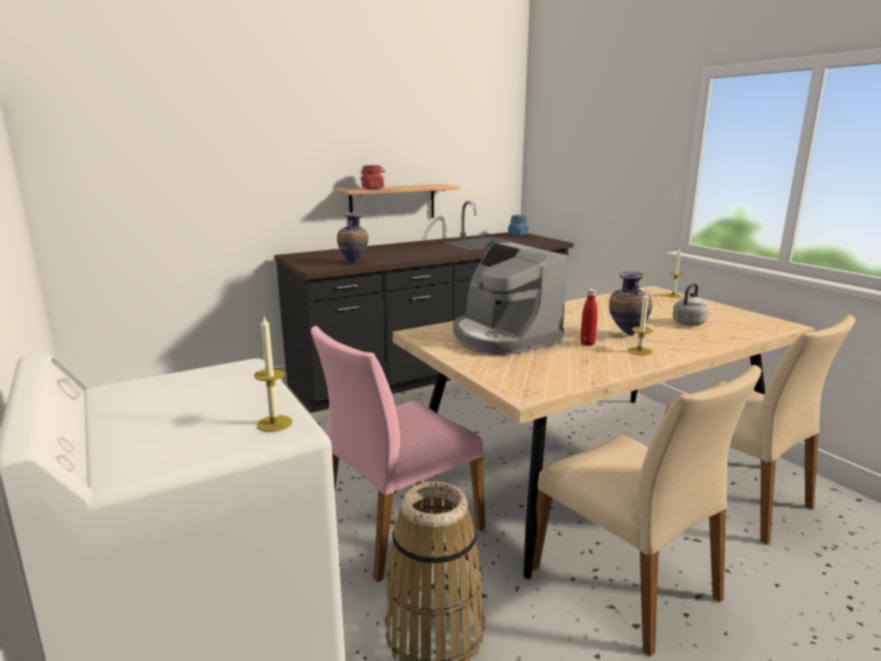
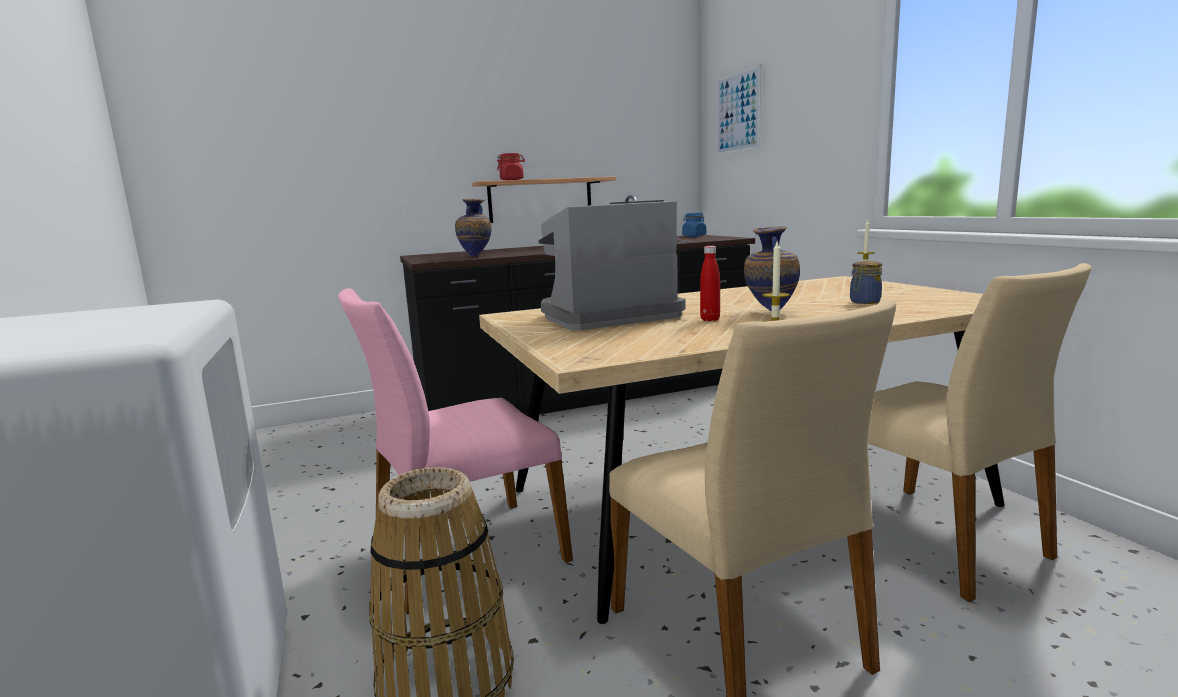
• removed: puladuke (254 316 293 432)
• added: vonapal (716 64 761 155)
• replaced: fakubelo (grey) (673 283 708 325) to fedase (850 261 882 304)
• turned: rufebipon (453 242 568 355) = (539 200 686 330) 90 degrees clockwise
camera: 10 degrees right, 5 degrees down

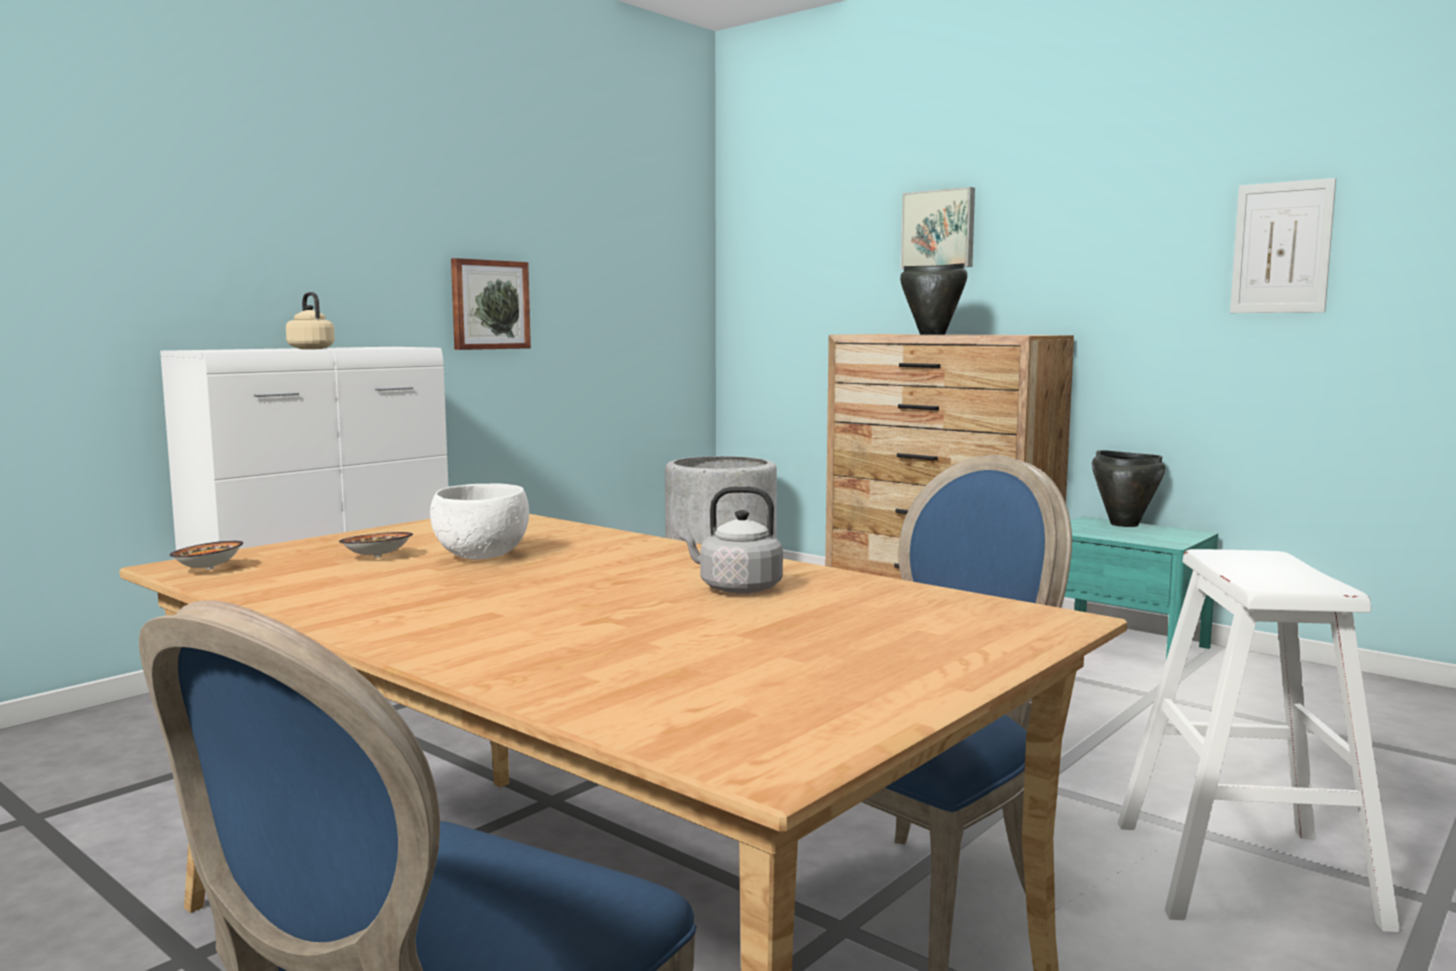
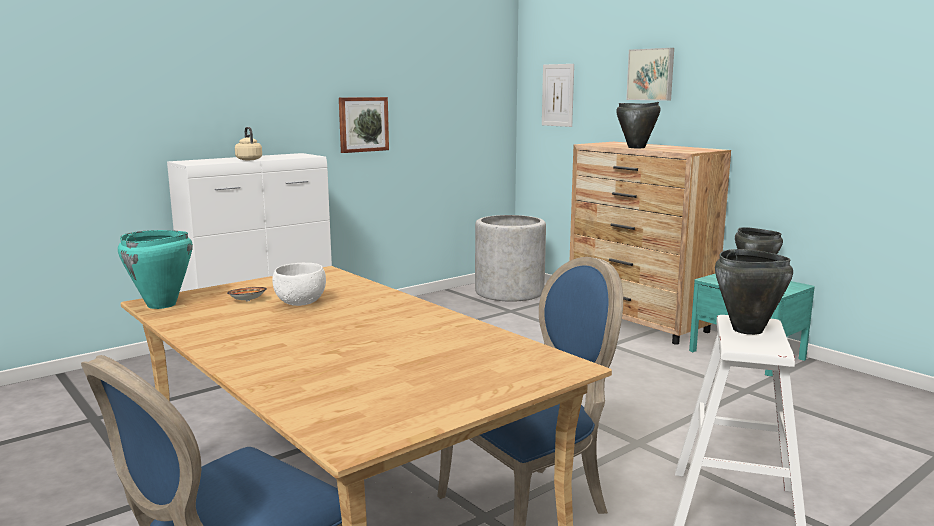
• removed: fakubelo (grey) (679 486 783 594)
• added: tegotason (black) (715 249 793 335)
• moved: vonapal (1230 178 1336 313) to (542 64 574 127)
• replaced: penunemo (170 541 243 570) to tegotason (turquoise) (118 230 193 309)
camera: 10 degrees right, 5 degrees up

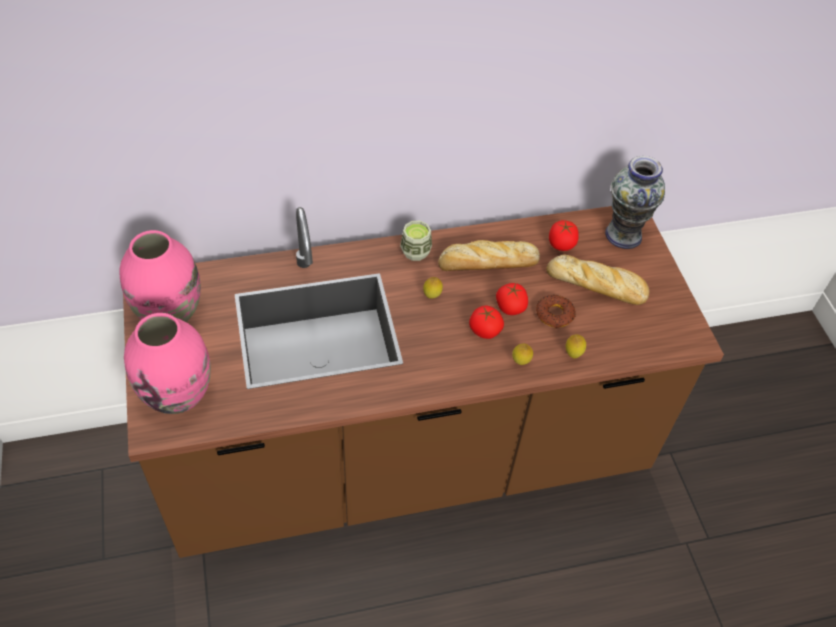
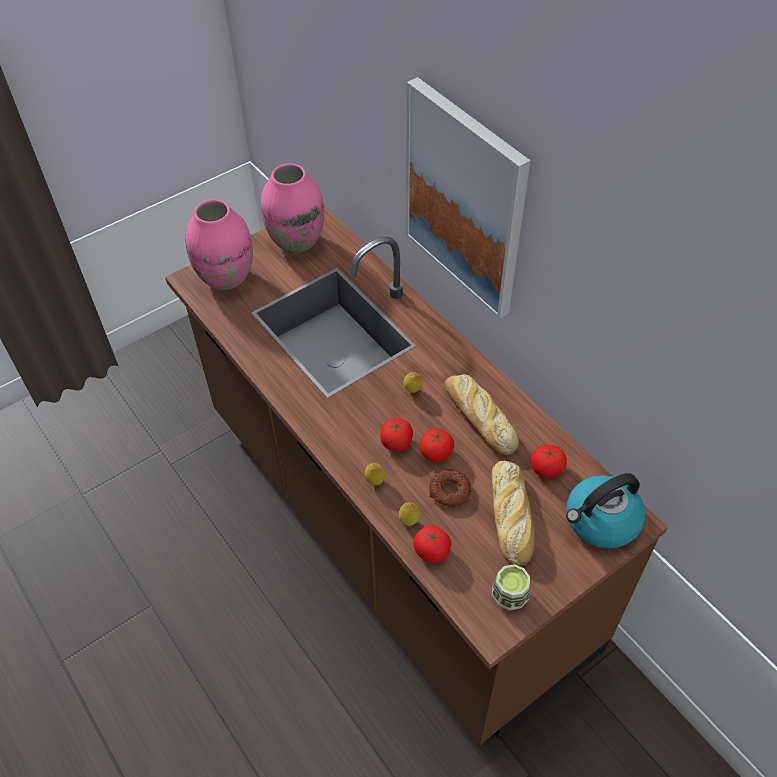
• added: vonapal (406 77 530 319)
• added: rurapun (413 525 451 563)
• moved: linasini (400 221 432 261) to (492 564 530 610)
• replaced: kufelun (605 156 665 249) to fakubelo (566 473 645 548)
camera: 70 degrees right, 0 degrees up

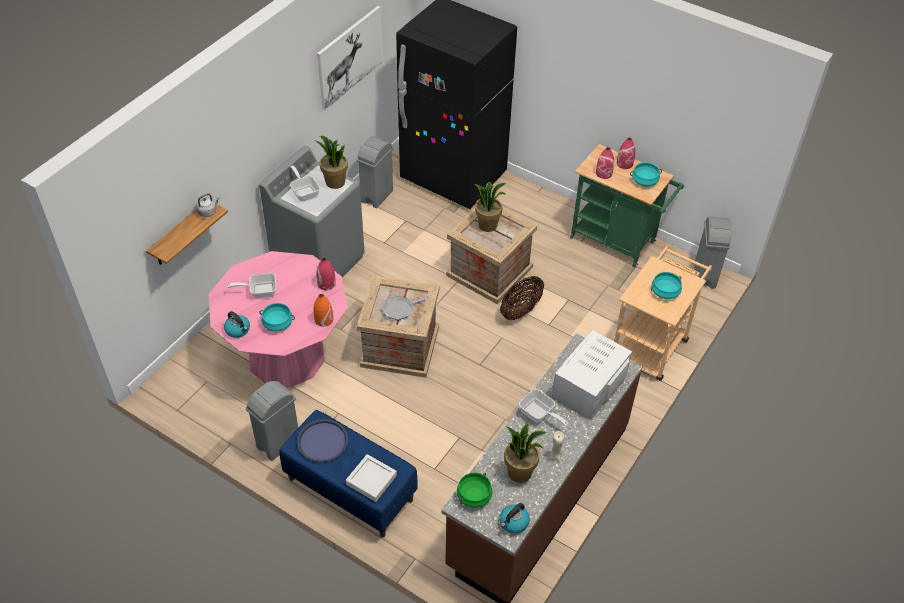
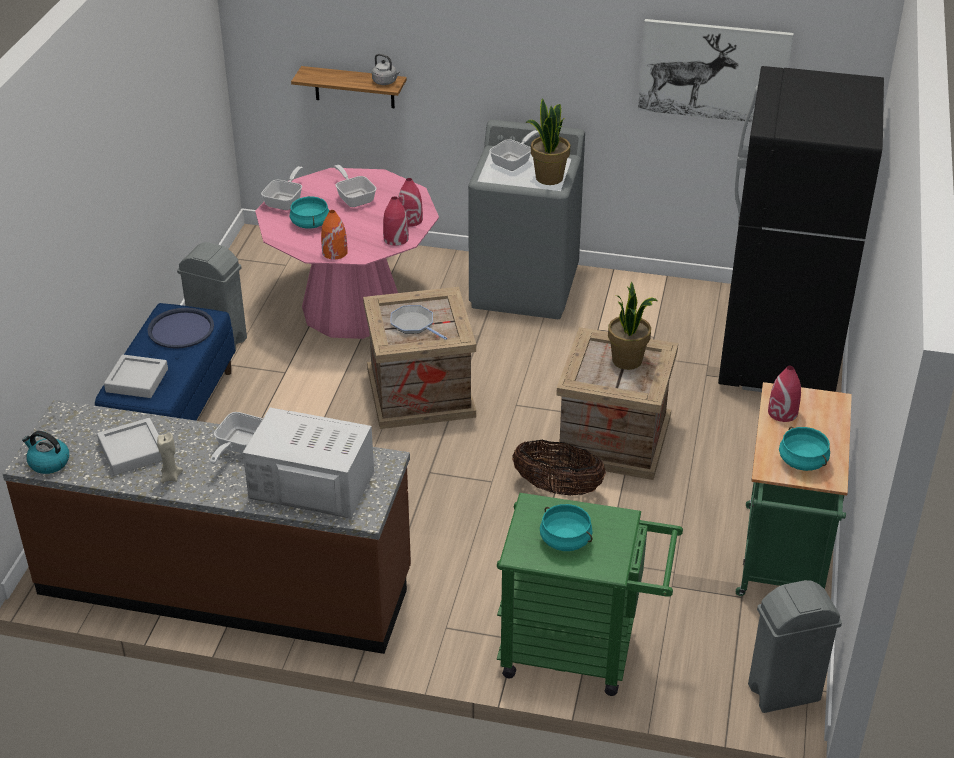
• removed: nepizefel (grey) (357 136 393 208)
• removed: tegotason (green) (457 473 493 508)
• moved: kufelun (red) (617 138 635 169) to (398 178 423 227)
• replaced: fakubelo (224 311 250 338) to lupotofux (261 166 303 210)
• replaced: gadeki (504 423 547 483) to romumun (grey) (97 418 162 475)
• recoloured: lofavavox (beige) (614 246 712 381) to lofavavox (green) (497 493 683 696)
camera: 70 degrees right, 10 degrees down

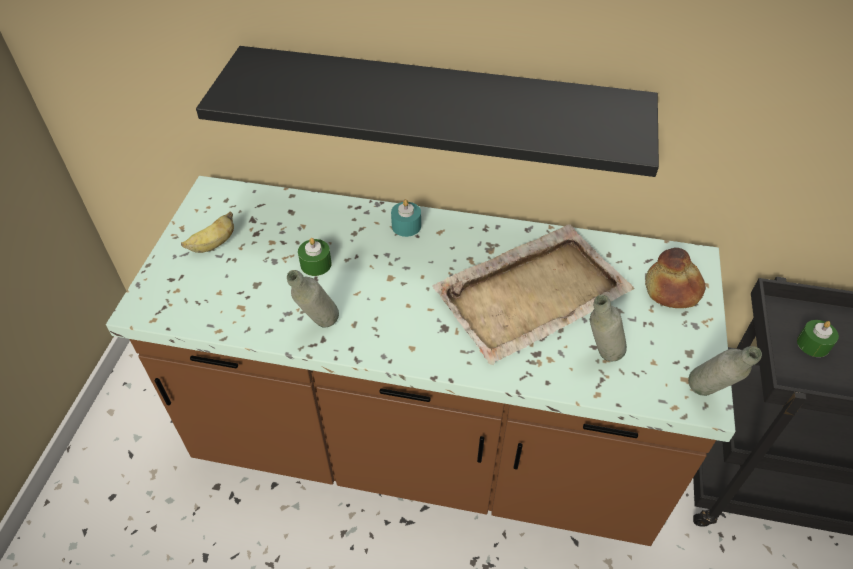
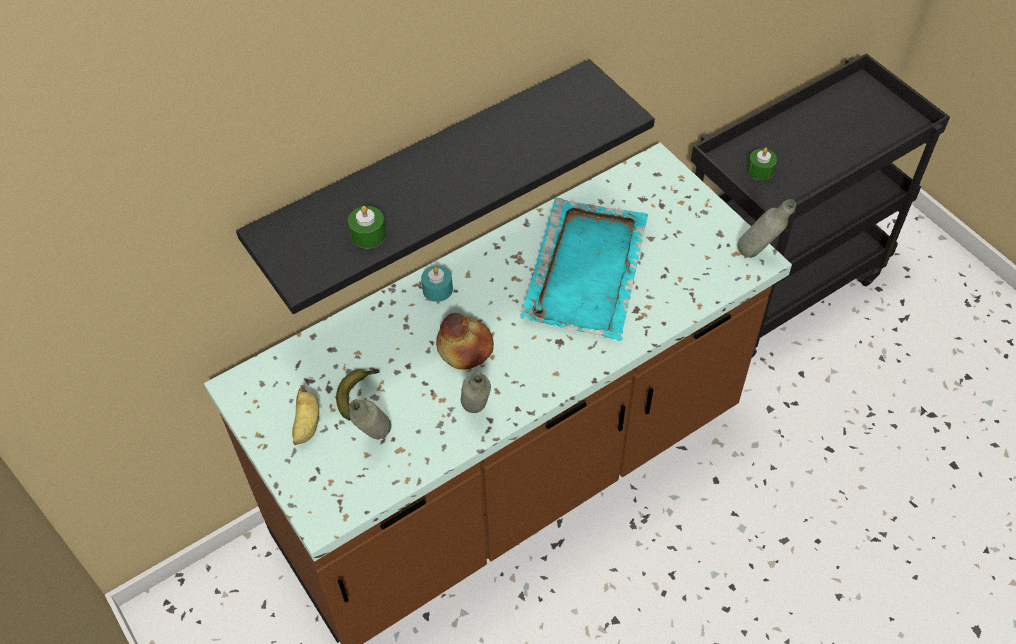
• added: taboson (336 369 380 420)
• moved: puladuke (green) (298 238 332 276) to (348 206 386 248)
• moved: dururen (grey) (590 295 627 361) to (349 399 391 440)
• moved: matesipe (645 248 705 308) to (436 313 494 370)
• recoloured: romumun (beige) (432 224 635 365) to romumun (turquoise) (521 198 648 341)
camera: 45 degrees left, 5 degrees up

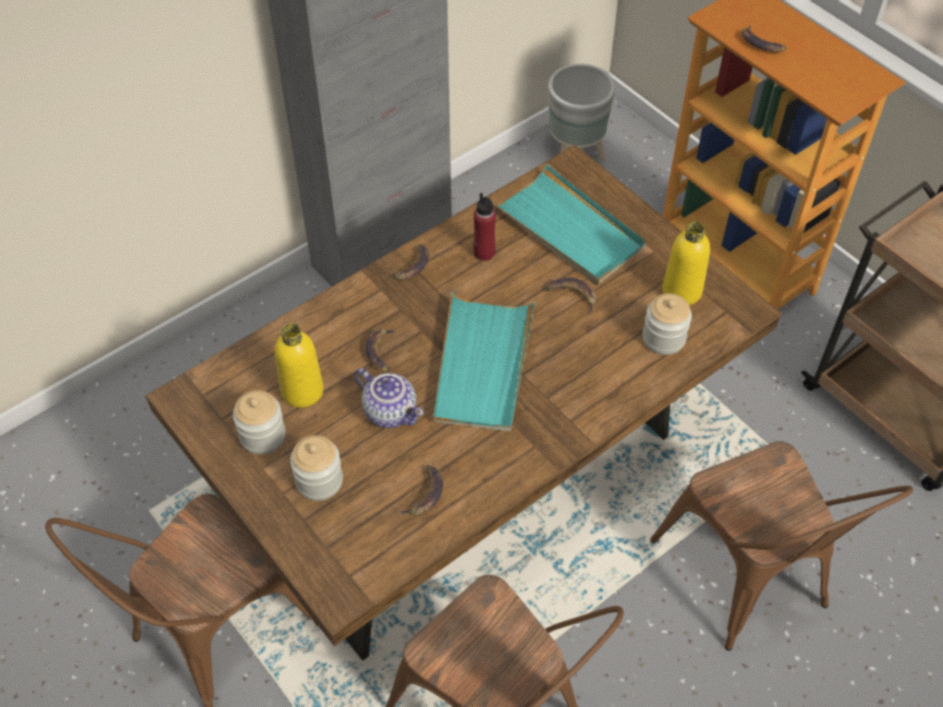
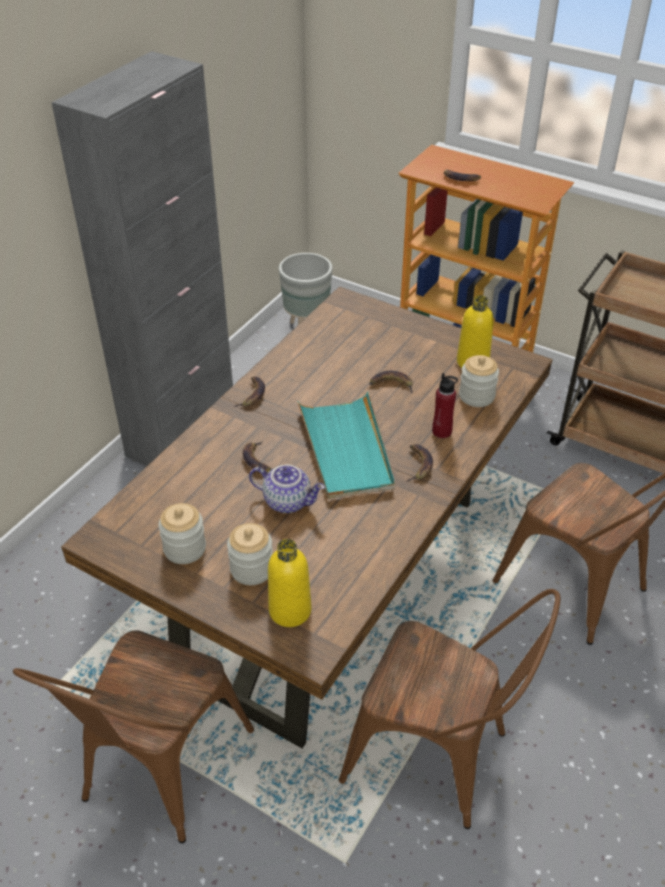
• removed: romumun (turquoise) (493 164 647 285)
• moved: dururen (yellow) (275 323 324 408) to (268 539 311 627)
• moved: taboson (398 465 443 515) to (407 444 433 482)
• moved: dururen (red) (473 192 496 261) to (432 373 458 438)
camera: 20 degrees left, 10 degrees down

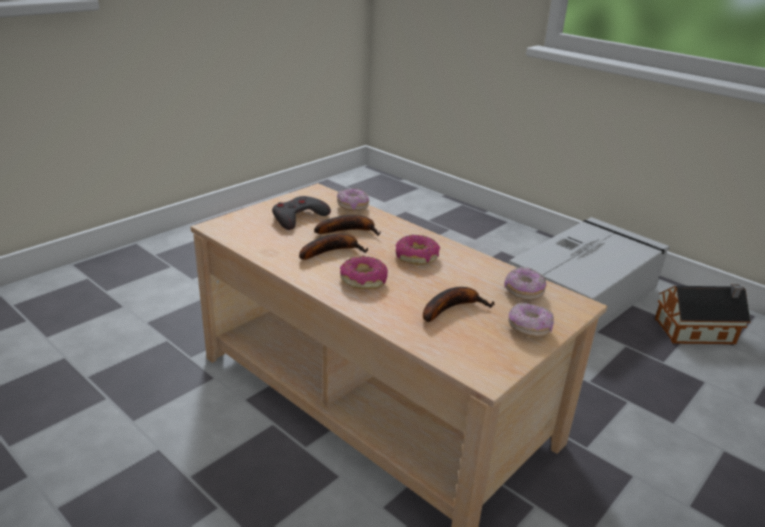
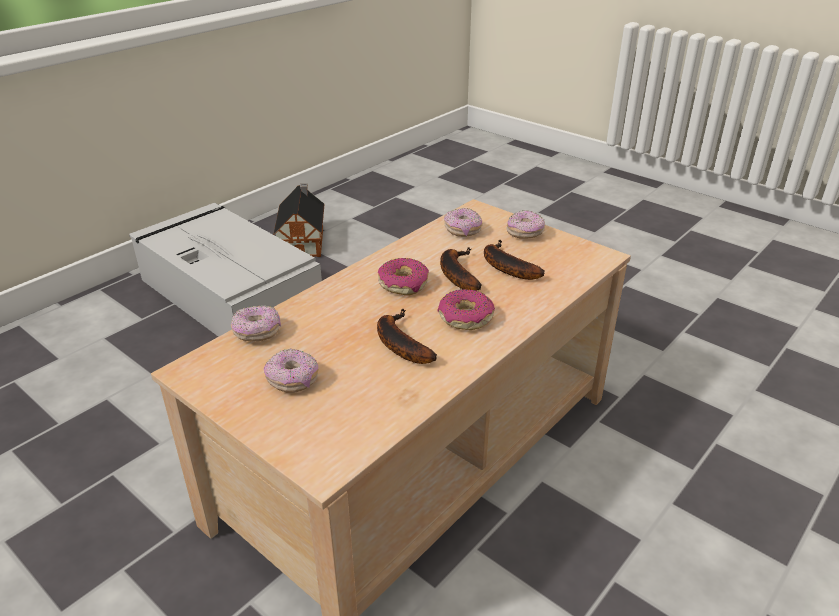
• moved: taboson (314 215 381 236) to (440 247 482 291)
• replaced: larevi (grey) (272 196 331 230) to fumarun (264 348 319 393)
camera: 90 degrees left, 5 degrees up

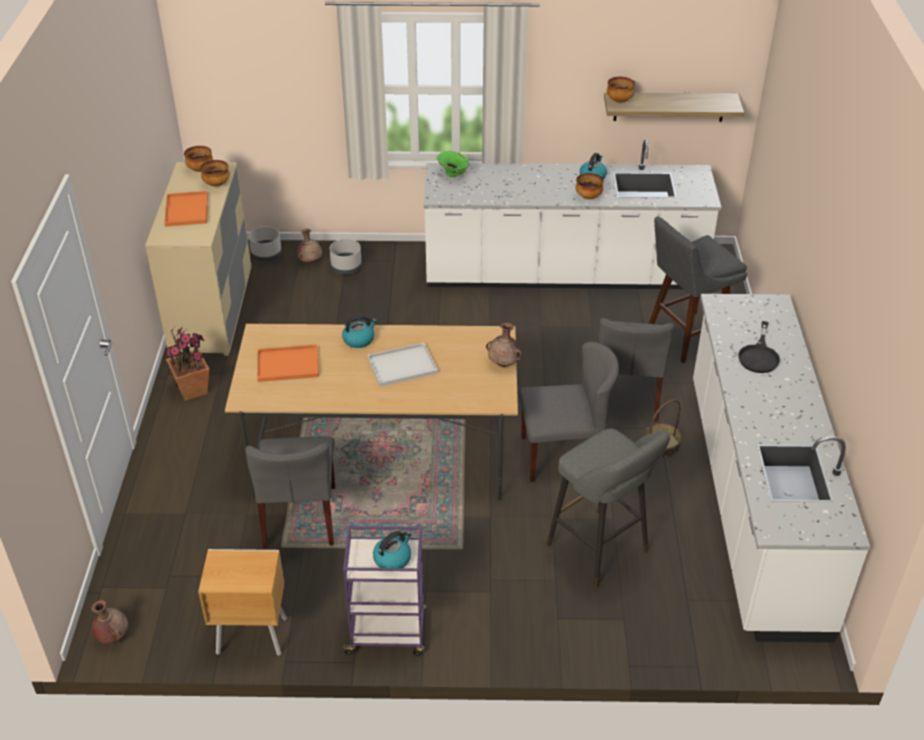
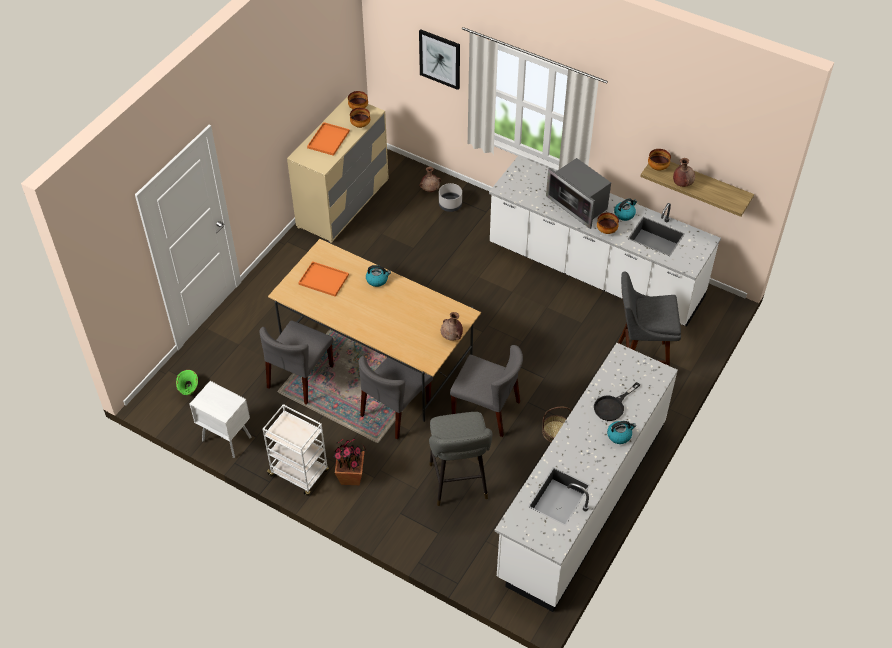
• removed: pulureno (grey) (249 226 282 262)
• removed: romumun (white) (367 343 438 387)
• added: vonapal (419 29 460 90)
• added: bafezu (546 158 611 229)
• moved: kufelun (brown) (91 600 128 644) to (673 158 695 187)
• moved: gadeki (165 327 209 401) to (333 438 367 485)
• moved: fakubelo (373 531 411 568) to (607 421 636 444)
• moved: kufelun (green) (437 151 469 178) to (176 370 198 395)
• moved: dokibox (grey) (599 318 674 422) to (359 356 433 439)
• recoloured: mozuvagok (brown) (198 549 287 656) to mozuvagok (white) (189 381 251 458)
• recoloured: lofavavox (purple) (340 526 426 656) to lofavavox (white) (263 404 329 496)
camera: 30 degrees right, 10 degrees up

